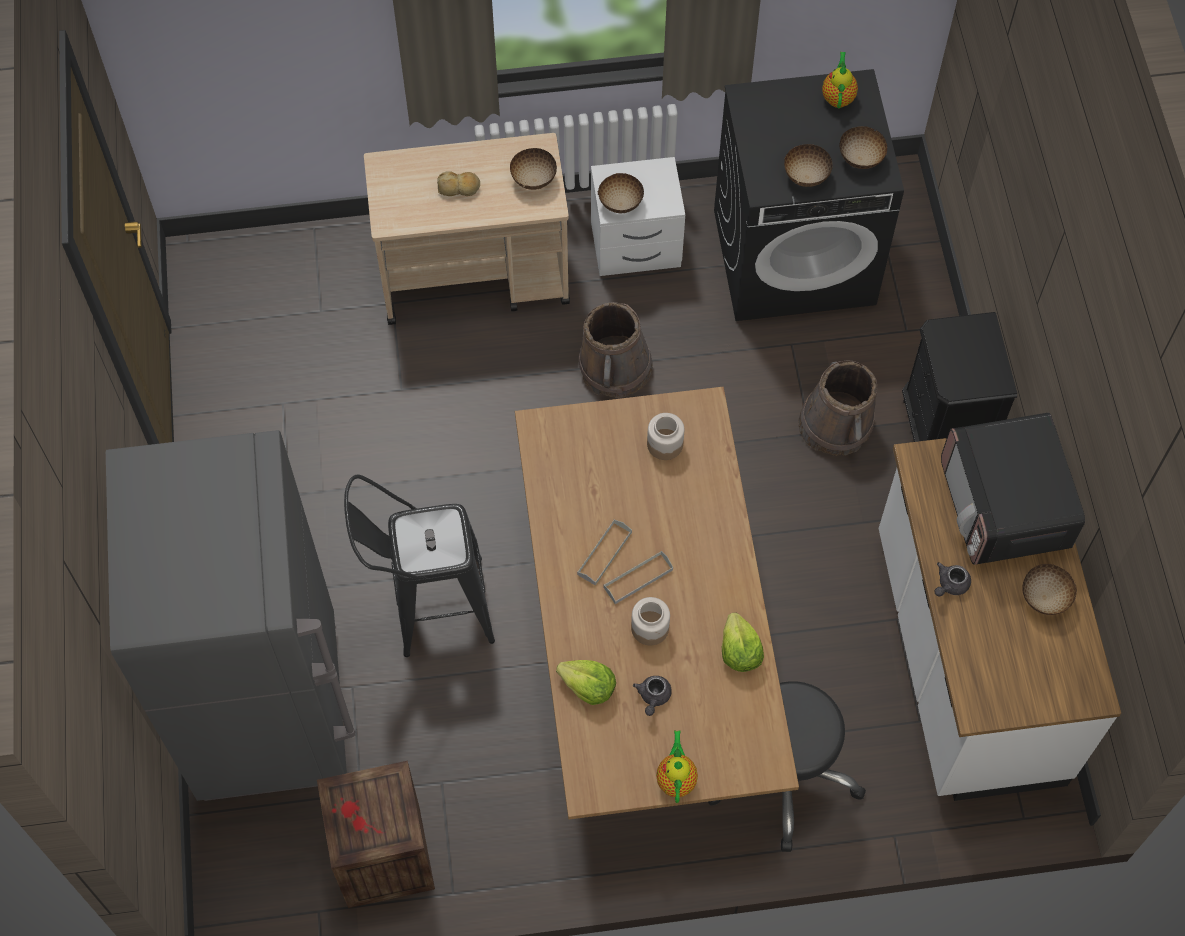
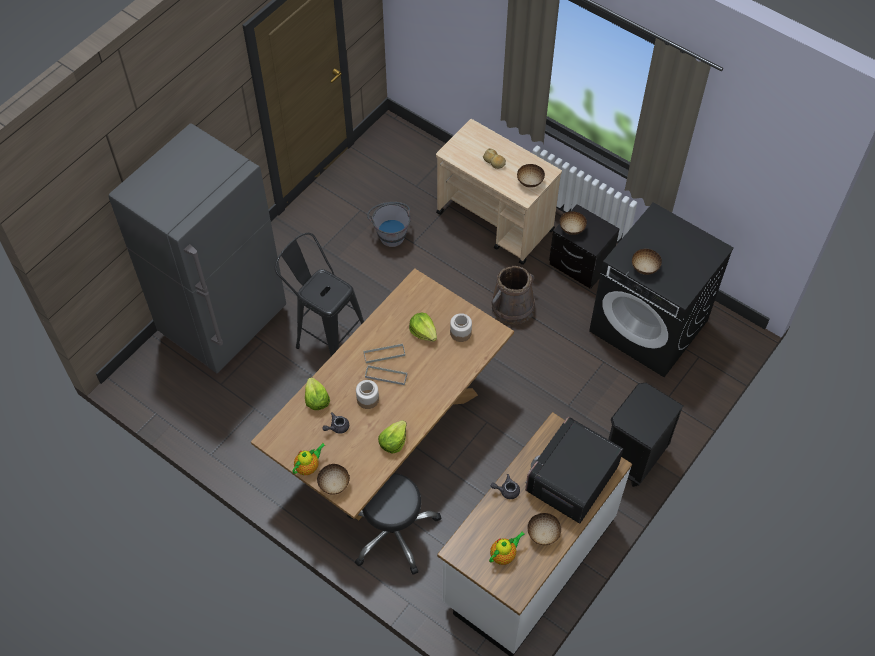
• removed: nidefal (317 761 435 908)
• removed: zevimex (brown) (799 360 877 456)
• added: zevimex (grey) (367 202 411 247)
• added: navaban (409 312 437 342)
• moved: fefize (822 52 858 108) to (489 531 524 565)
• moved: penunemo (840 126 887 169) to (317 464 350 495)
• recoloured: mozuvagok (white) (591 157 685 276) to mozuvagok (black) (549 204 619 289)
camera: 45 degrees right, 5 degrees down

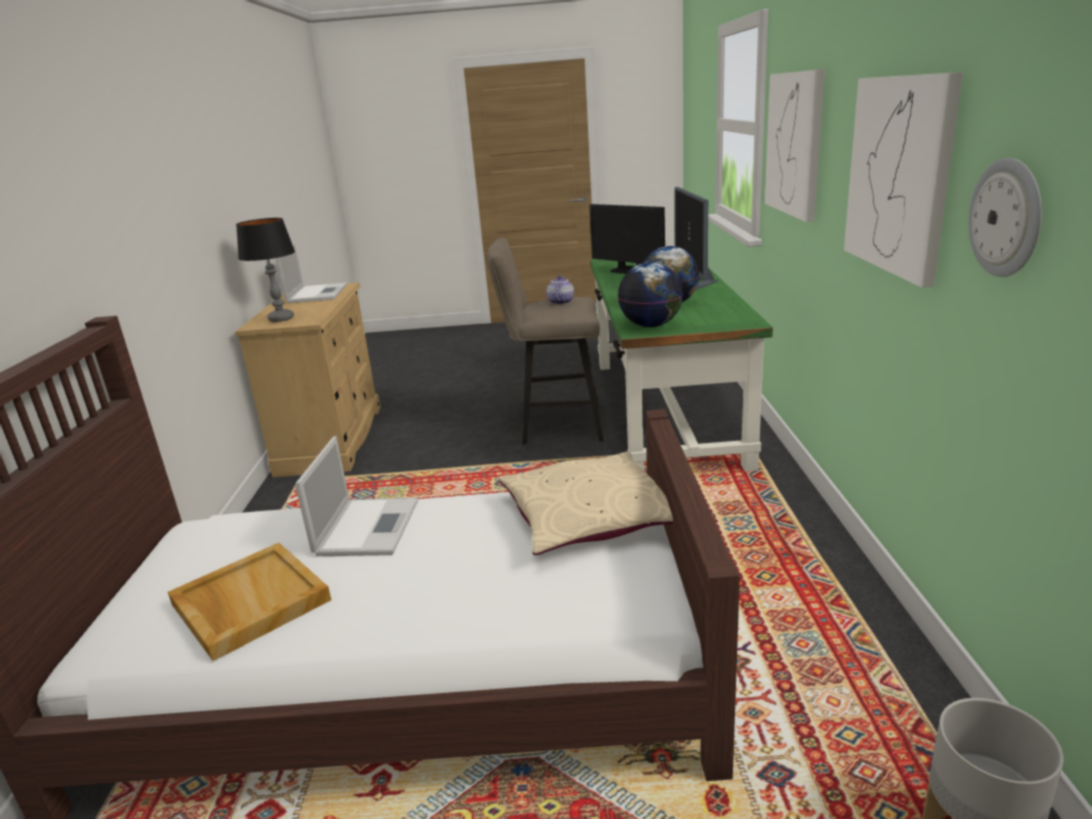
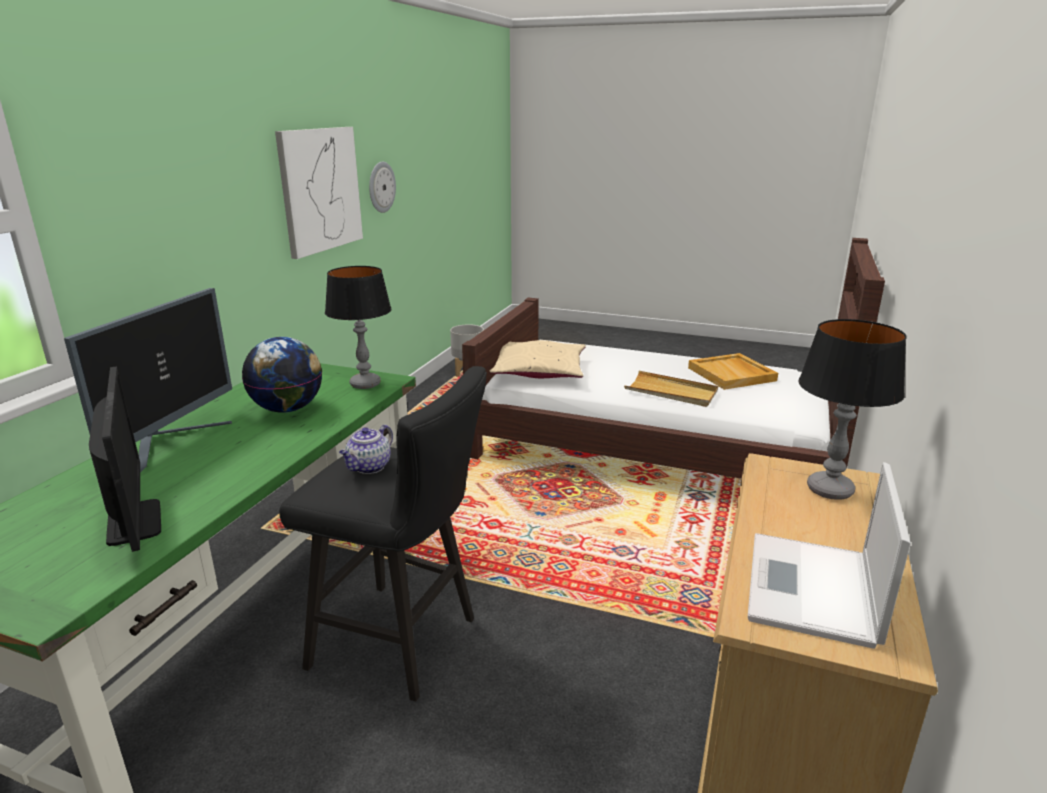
• removed: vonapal (765 69 825 222)
• replaced: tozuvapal (295 436 418 556) to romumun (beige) (624 371 718 407)
• replaced: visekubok (618 262 683 327) to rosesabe (325 266 392 389)
• recoloured: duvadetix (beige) (487 238 604 444) to duvadetix (black) (279 366 487 701)
camera: 160 degrees left, 0 degrees up

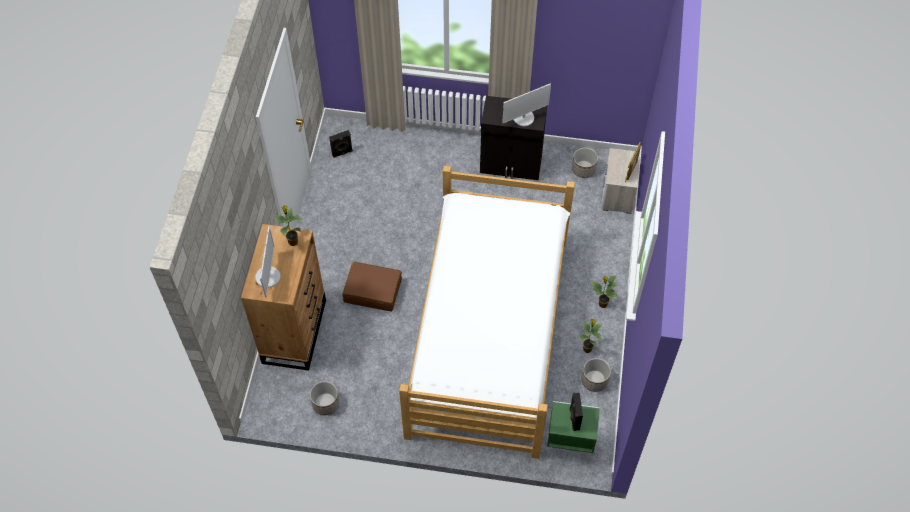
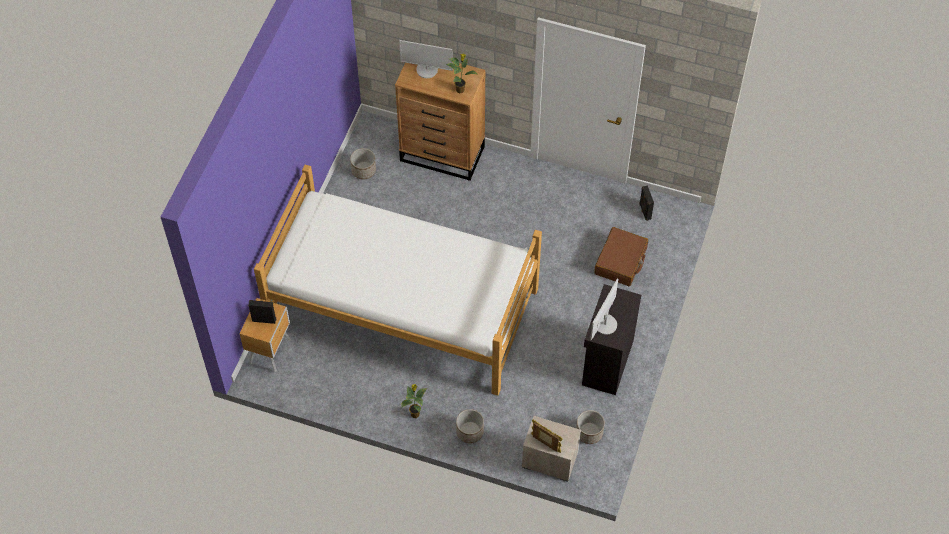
• removed: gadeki (579 319 603 353)
• moved: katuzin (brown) (342 262 402 311) to (594 227 648 286)
• moved: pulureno (581 358 611 392) to (456 409 484 443)
• recoloured: mozuvagok (green) (547 401 600 464) to mozuvagok (brown) (239 298 291 372)
• turned: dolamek (502 83 551 126) = (590 278 618 340) 45 degrees clockwise
camera: 100 degrees right, 0 degrees up

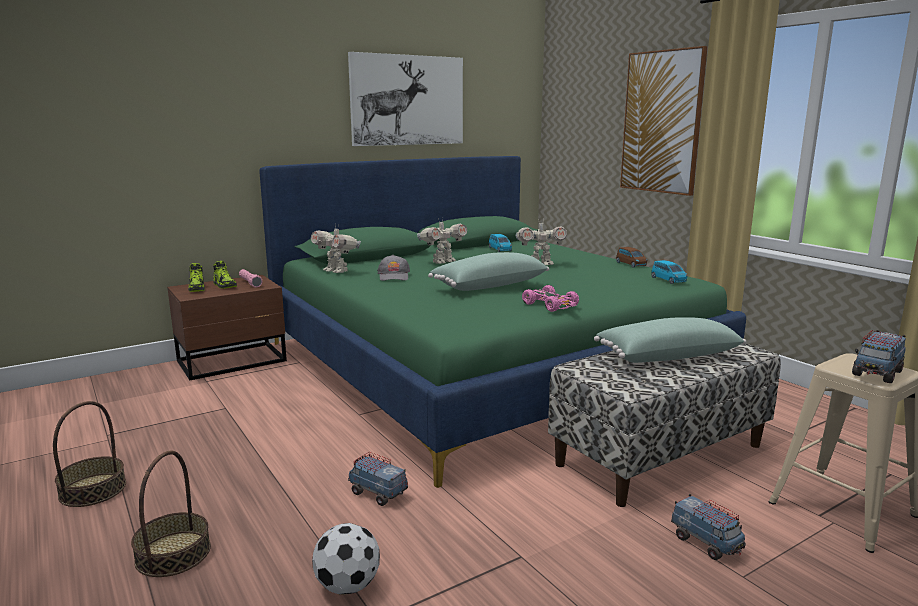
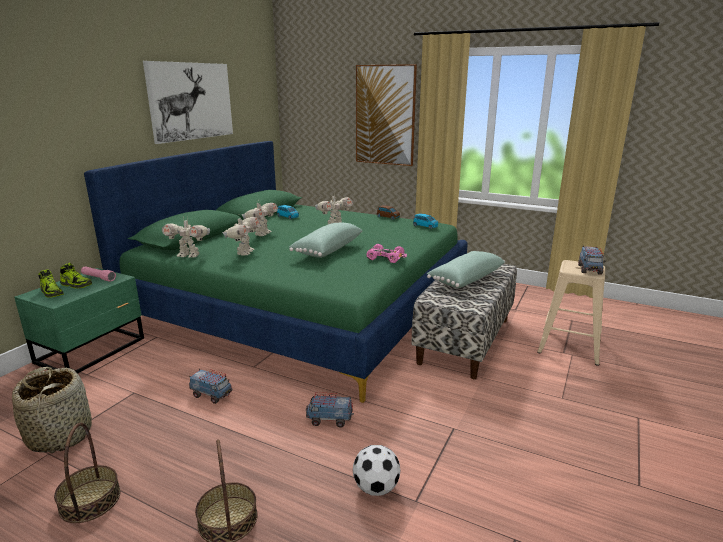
• added: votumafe (12 367 92 453)
• moved: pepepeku (671 494 746 560) to (189 369 232 404)
• replaced: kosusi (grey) (377 255 410 281) to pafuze (222 217 260 256)
• recoloured: mozuvagok (brown) (167 275 287 380) to mozuvagok (green) (14 268 144 374)
camera: 30 degrees left, 5 degrees up

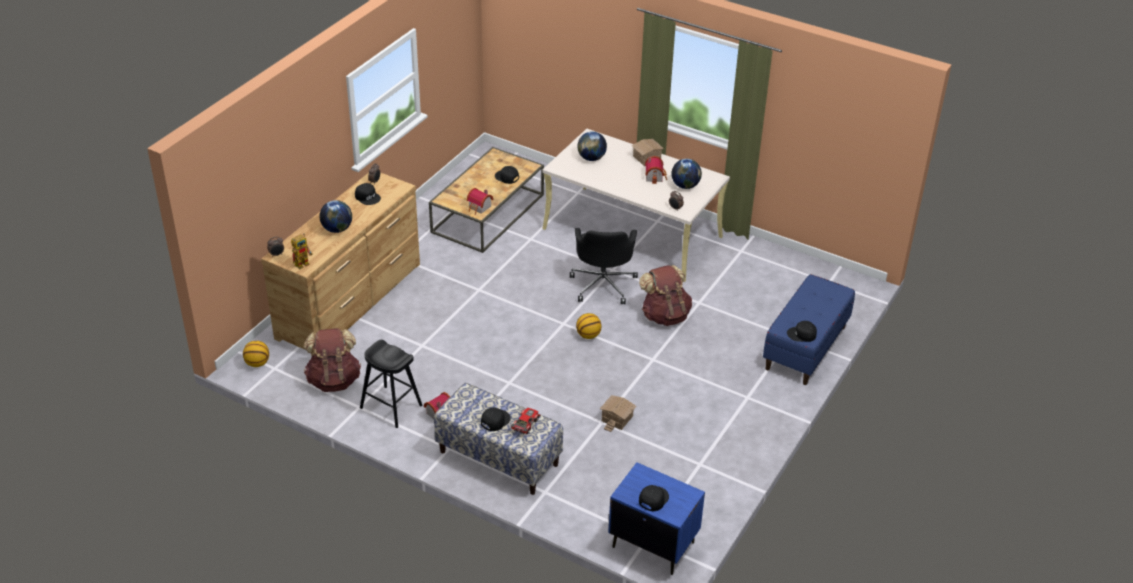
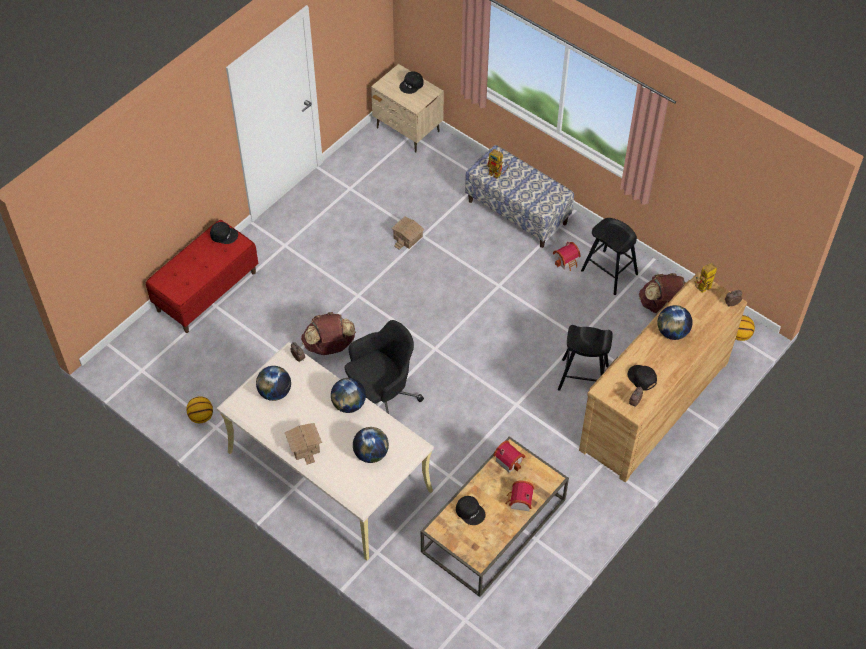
• removed: kosusi (black) (481 407 510 431)
• added: visekubok (331 378 366 413)
• added: duvadetix (black) (558 325 613 391)
• moved: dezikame (576 313 601 339) to (186 396 213 423)
• moved: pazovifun (645 156 667 184) to (505 481 534 511)
• replaced: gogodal (511 408 541 435) to pafuze (486 149 509 179)
• recoloured: mozuvagok (blue) (608 462 705 575) to mozuvagok (beige) (371 64 444 152)
• recoloured: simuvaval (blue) (763 274 855 385) to simuvaval (red) (146 220 258 333)
• turned: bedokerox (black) (570 228 638 304) = (345 320 424 414) 45 degrees clockwise
camera: 170 degrees left, 15 degrees up

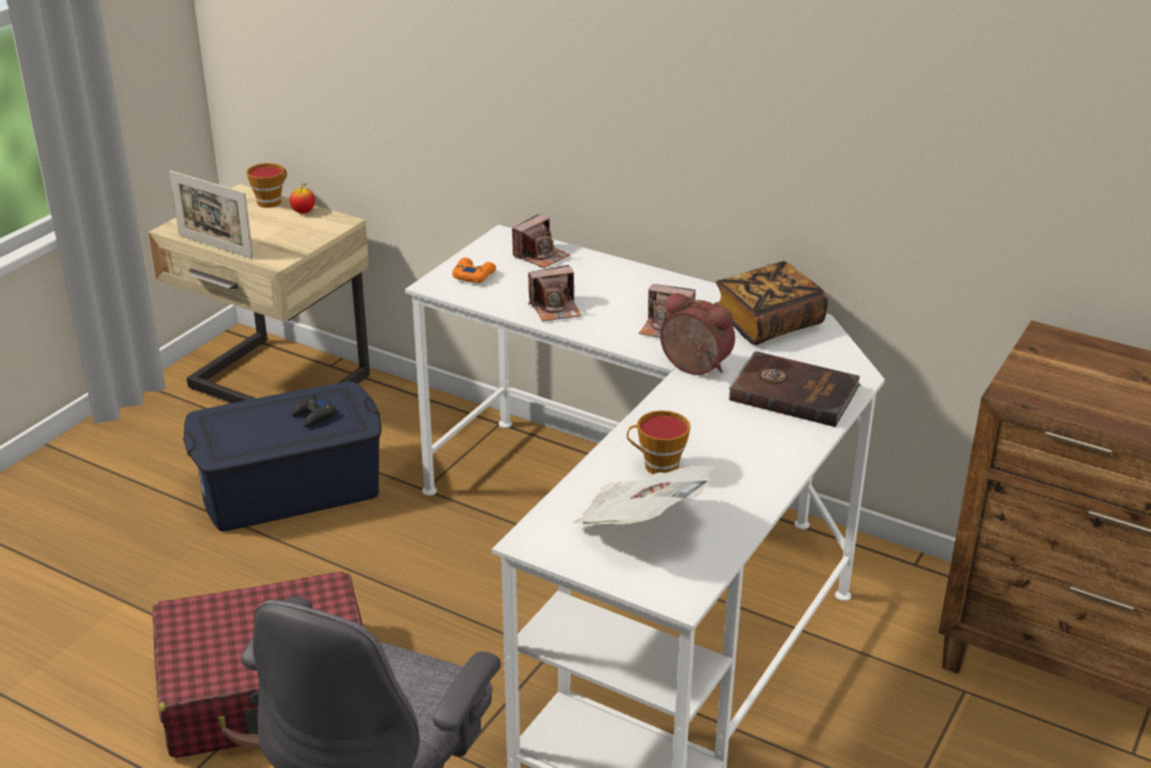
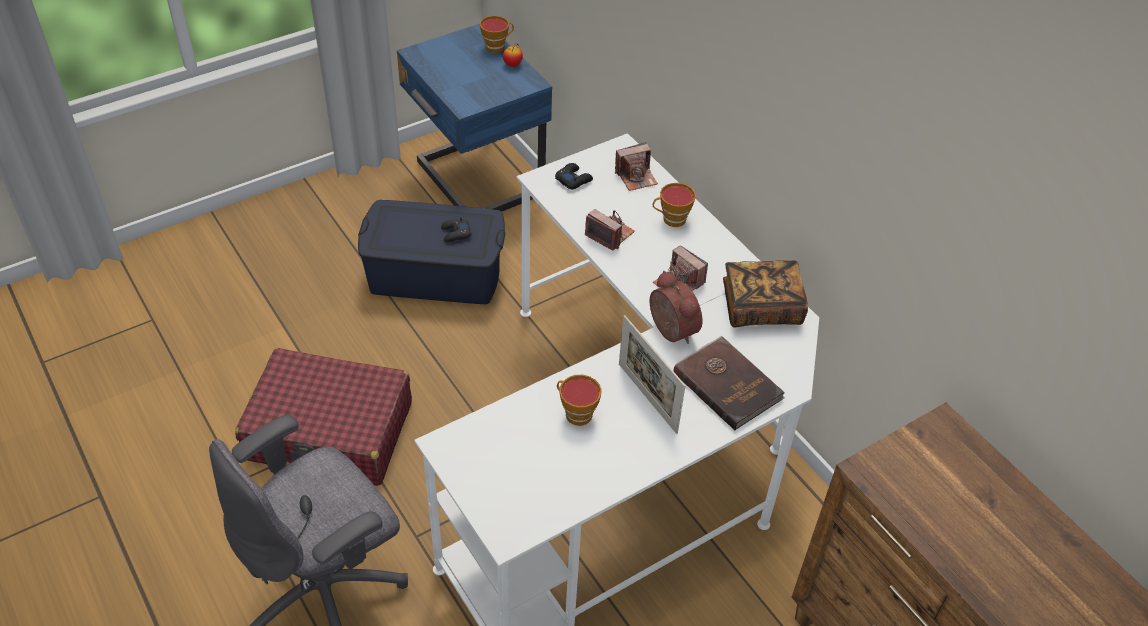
• removed: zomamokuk (574 465 715 525)
• added: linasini (653 183 696 227)
• moved: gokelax (169 170 254 259) to (619 315 686 434)
• recoloured: mozuvagok (beige) (149 184 370 403) to mozuvagok (blue) (397 24 552 212)
• recoloured: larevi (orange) (452 258 496 283) to larevi (black) (555 163 593 189)
• turned: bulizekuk (528 265 582 322) = (585 209 635 250) 150 degrees counterclockwise
camera: 25 degrees right, 15 degrees up

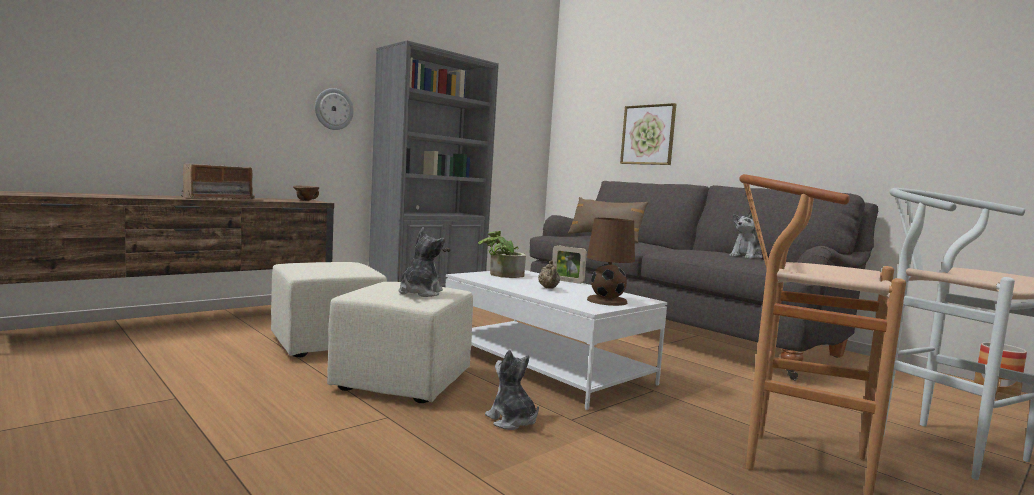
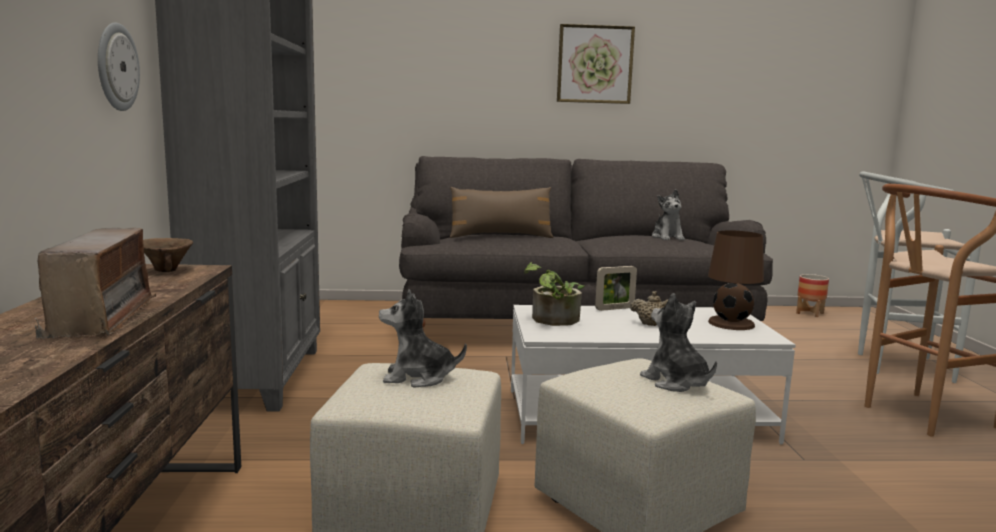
• moved: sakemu (485 350 539 430) to (379 290 467 387)
• moved: vonapal (620 103 676 165) to (557 24 635 104)
camera: 50 degrees left, 5 degrees up

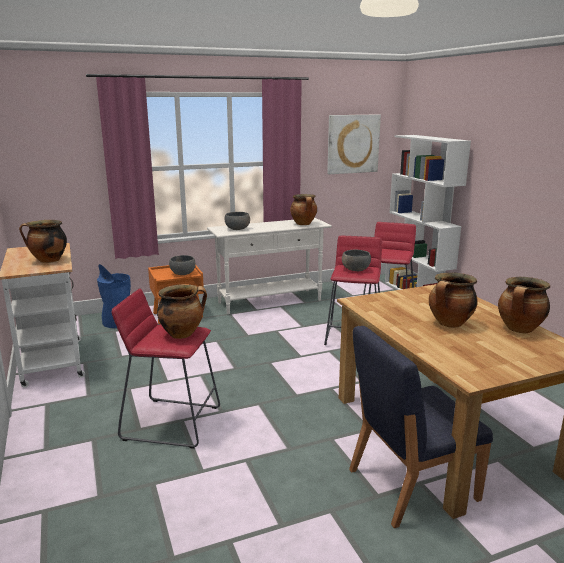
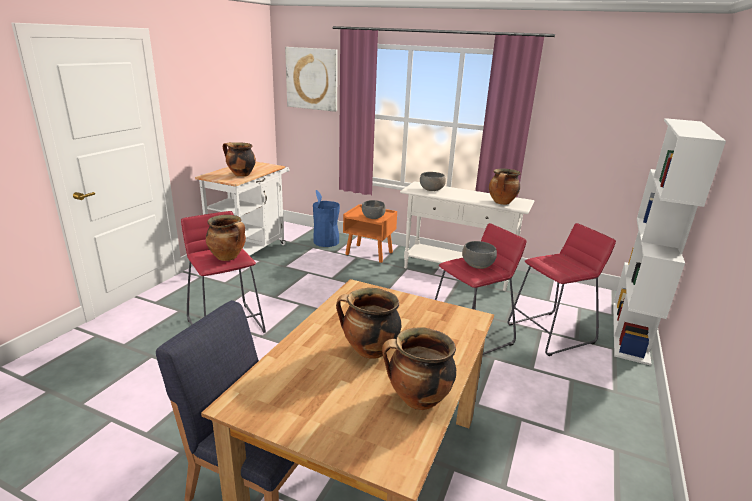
• moved: vonapal (327 115 381 174) to (285 47 338 112)
camera: 45 degrees right, 5 degrees up

